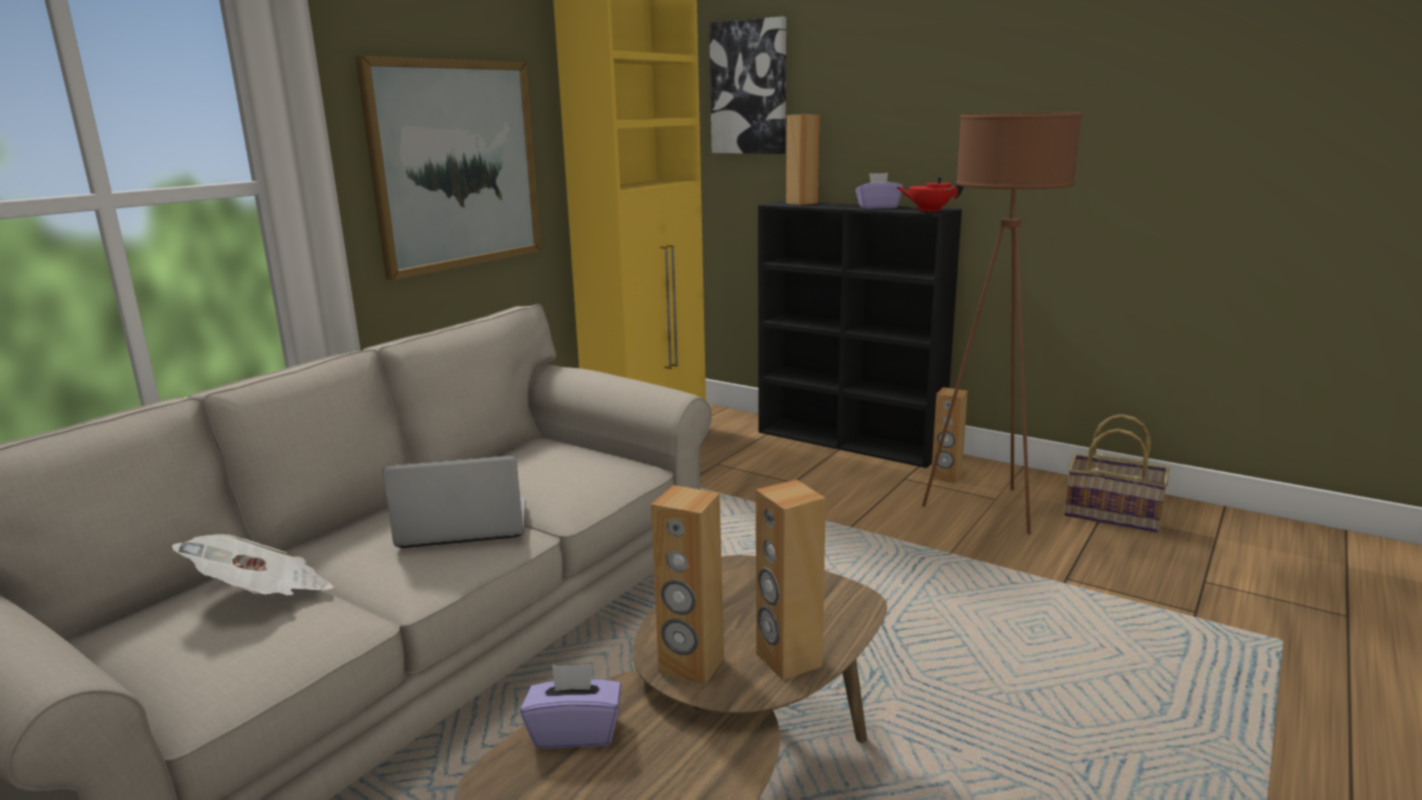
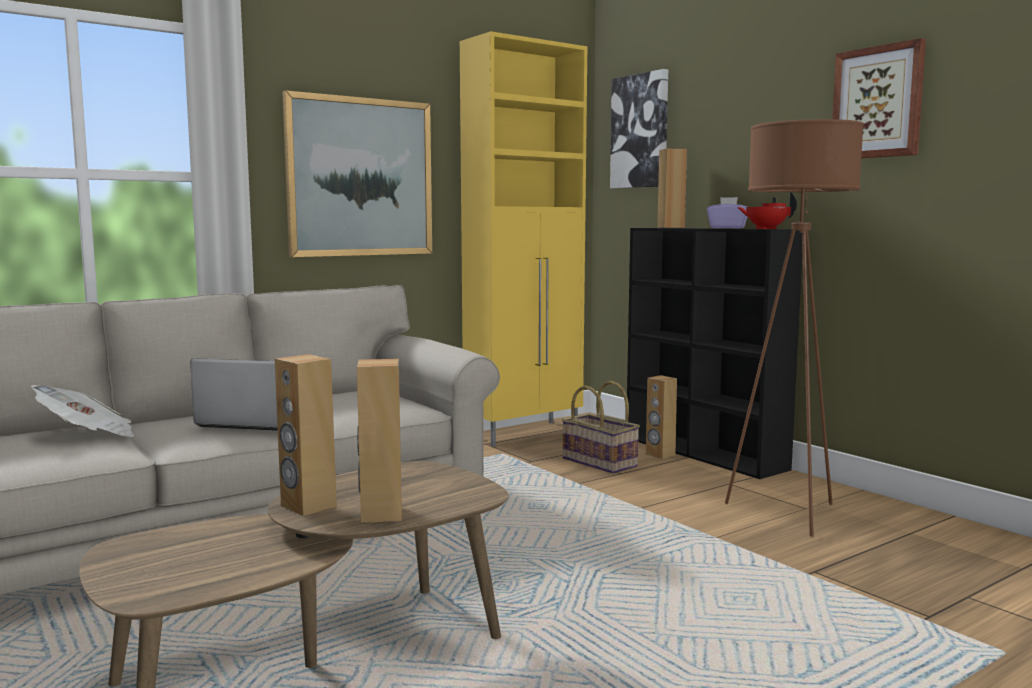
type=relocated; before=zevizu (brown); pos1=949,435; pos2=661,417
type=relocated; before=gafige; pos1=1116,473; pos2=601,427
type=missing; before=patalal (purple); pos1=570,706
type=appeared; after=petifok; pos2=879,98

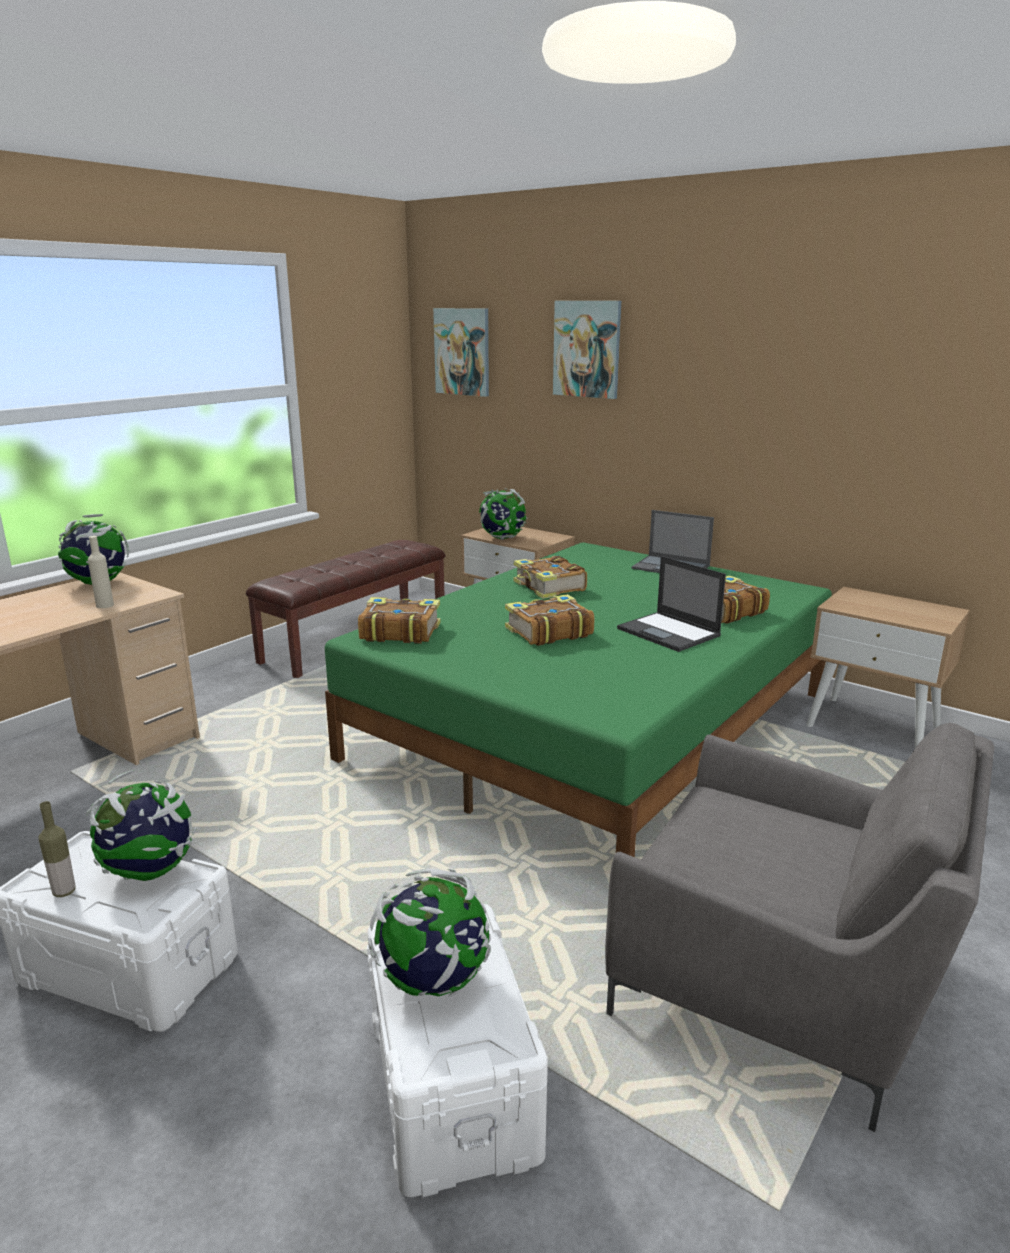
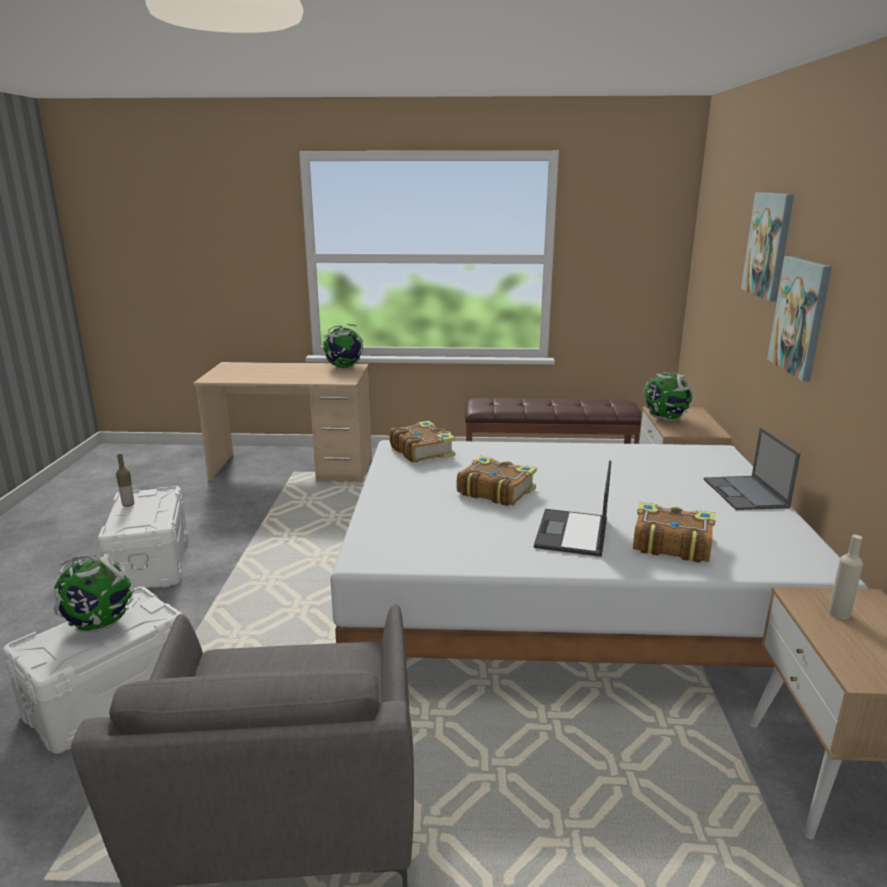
type=relocated; before=petifok; pos1=461,352; pos2=799,318
type=relocated; before=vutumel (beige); pos1=101,572; pos2=845,577
type=colour; before=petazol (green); after=petazol (white); pos1=578,699; pos2=599,553
type=missing; before=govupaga; pos1=550,577
type=missing; before=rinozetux; pos1=141,825

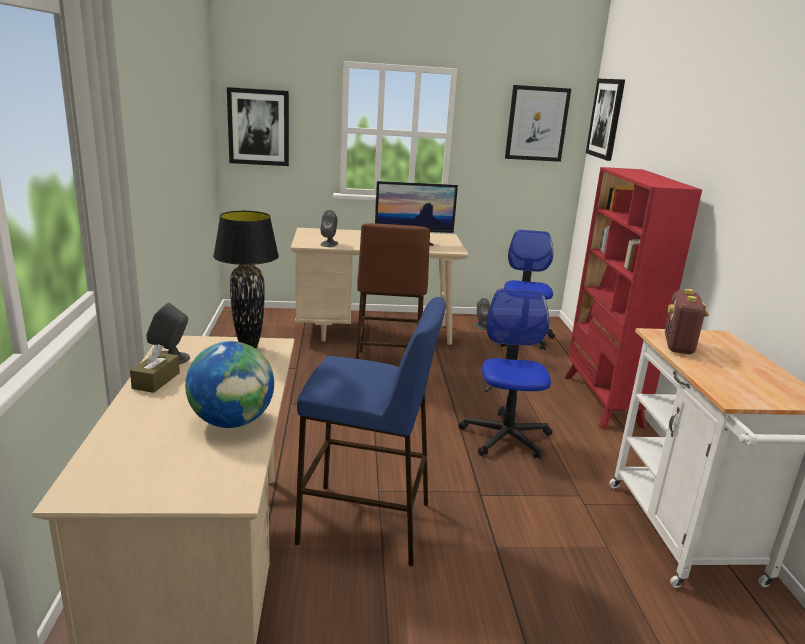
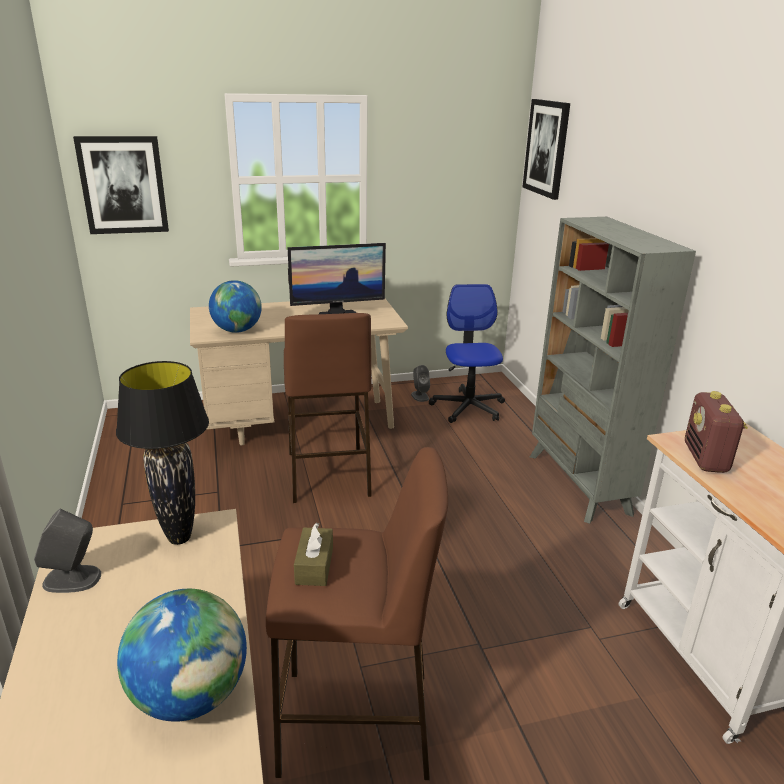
type=missing; before=petifok; pos1=538,123
type=colour; before=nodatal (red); after=nodatal (grey); pos1=633,298; pos2=613,370
type=exchanged; before=zevizu (grey); after=rinozetux; pos1=329,228; pos2=235,306
type=missing; before=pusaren; pos1=505,373
type=colour; before=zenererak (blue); after=zenererak (brown); pos1=370,431; pos2=357,613
type=relocated; before=patalal (brown); pos1=155,368; pos2=313,554

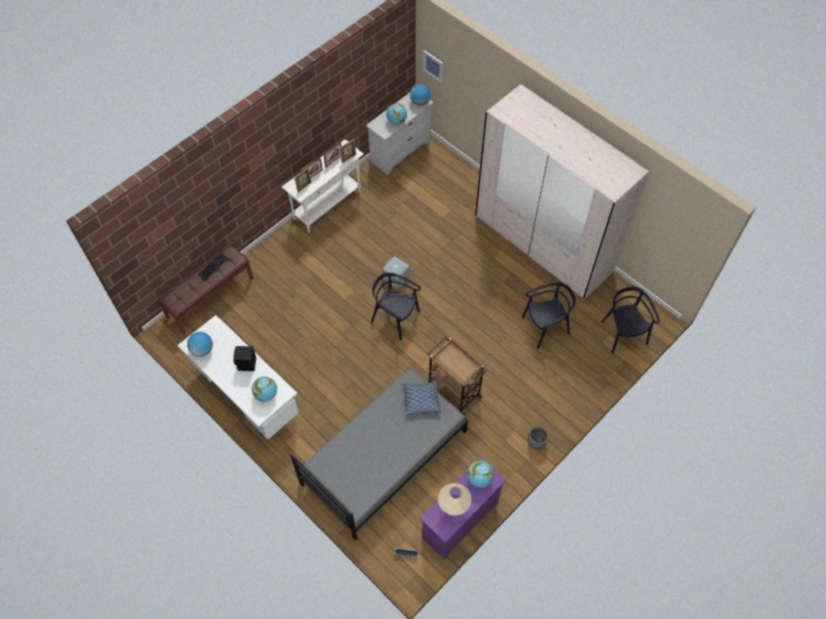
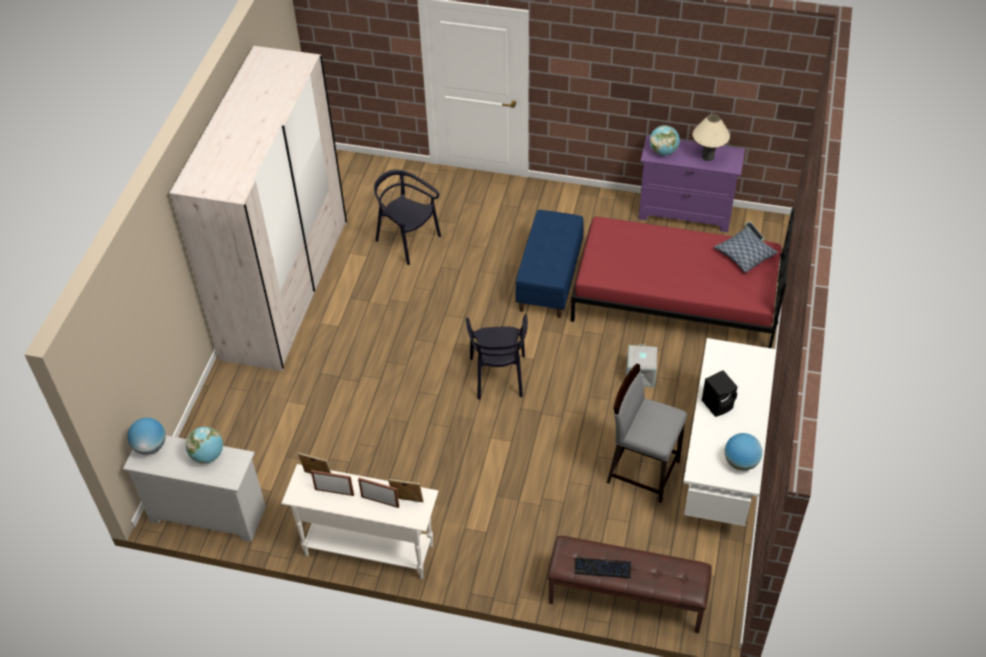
type=missing; before=petifok; pos1=433,66
type=relocated; before=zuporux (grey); pos1=396,272; pos2=641,365
type=missing; before=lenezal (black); pos1=630,320
type=exchanged; before=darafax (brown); after=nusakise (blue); pos1=457,376; pos2=549,264
type=colour; before=petazol (grey); after=petazol (red); pos1=379,454; pos2=683,278
type=missing; before=rinozetux; pos1=264,389
type=relocated; before=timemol; pos1=422,397; pos2=746,250
type=missing; before=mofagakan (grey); pos1=538,438
type=appeared; after=zenererak (grey); pos2=647,433

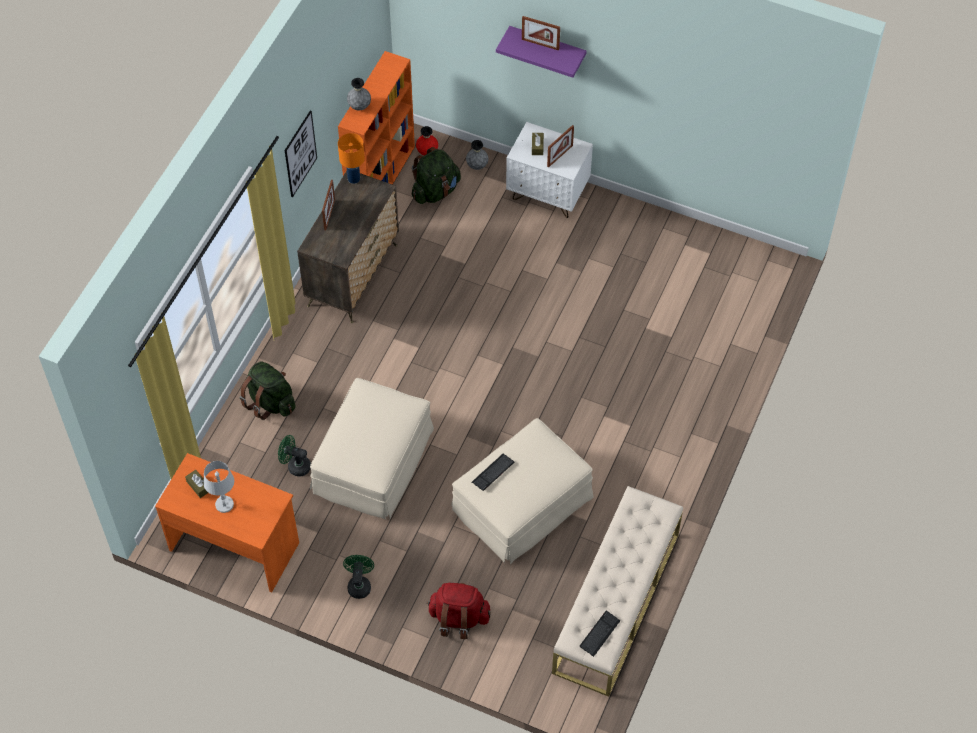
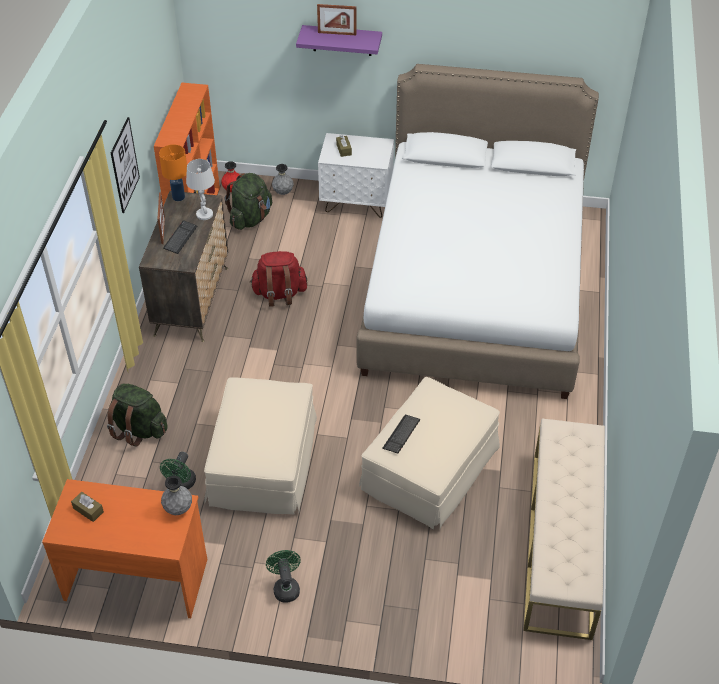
type=relocated; before=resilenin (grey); pos1=359,94; pos2=176,495
type=missing; before=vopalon; pos1=560,146
type=spun; before=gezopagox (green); pos1=294,455; pos2=178,470; turn=-75
type=relocated; before=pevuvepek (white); pos1=219,487; pos2=200,189
type=relocated; before=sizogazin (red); pos1=459,610; pos2=278,279
type=relocated; before=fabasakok; pos1=600,634; pos2=180,237
type=appeared; after=petazol (white); pos2=477,231

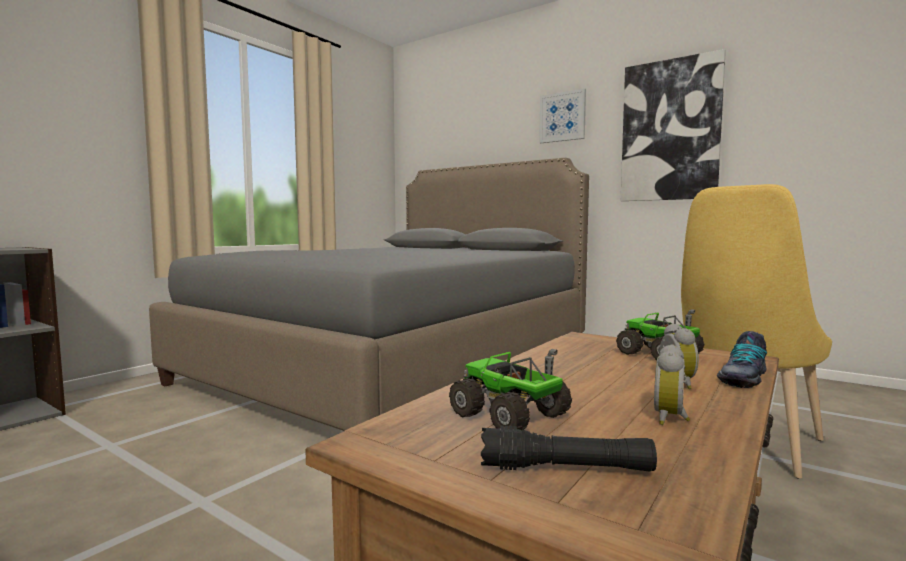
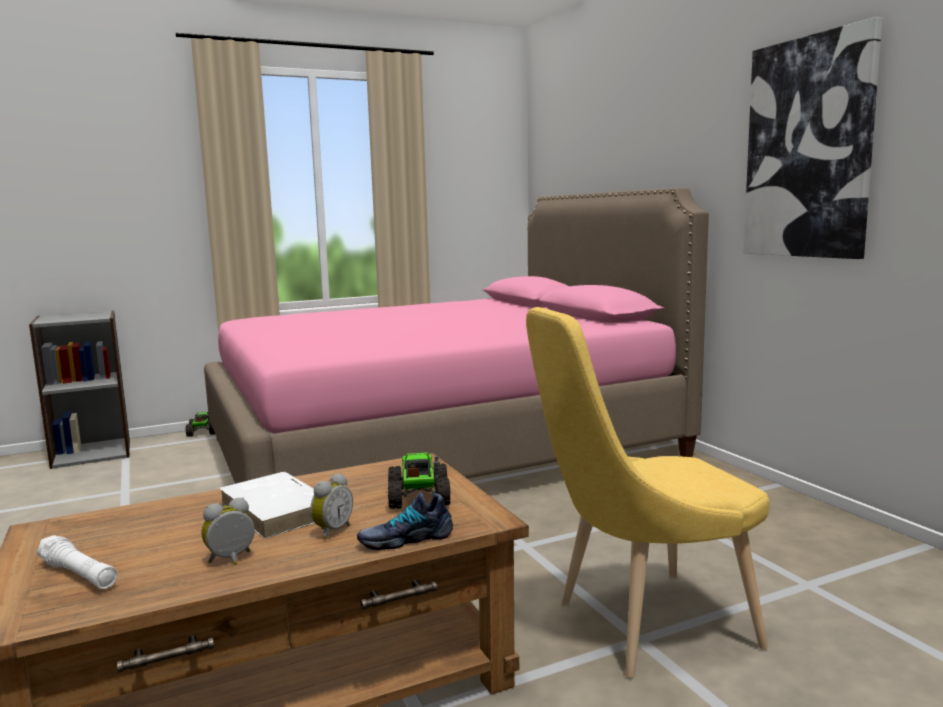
type=missing; before=petifok; pos1=562,115
type=colour; before=petazol (grey); after=petazol (pink); pos1=369,294; pos2=456,336
type=relocated; before=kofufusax; pos1=510,389; pos2=200,424
type=colour; before=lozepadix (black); after=lozepadix (white); pos1=569,449; pos2=77,562
type=appeared; after=govupaga (white); pos2=267,505

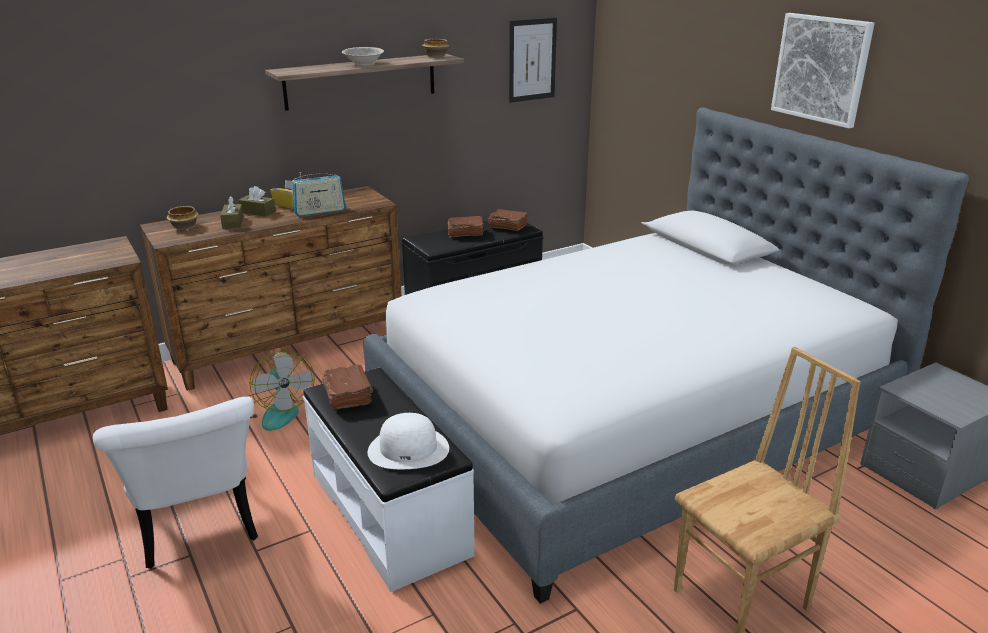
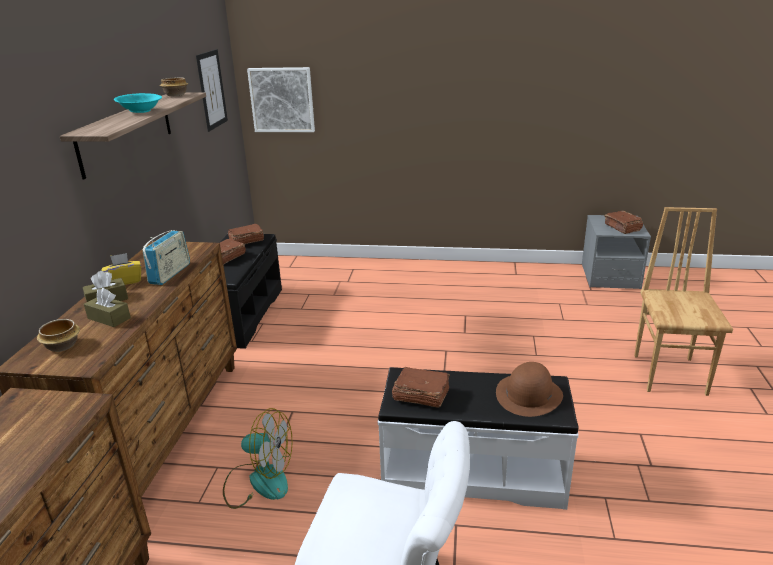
type=relocated; before=petifok; pos1=823,70; pos2=281,99
type=colour; before=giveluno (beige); after=giveluno (turquoise); pos1=363,56; pos2=138,103
type=missing; before=petazol; pos1=666,355
type=colour; before=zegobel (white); after=zegobel (brown); pos1=408,441; pos2=529,389
type=appeared; after=govupaga (brown); pos2=623,222

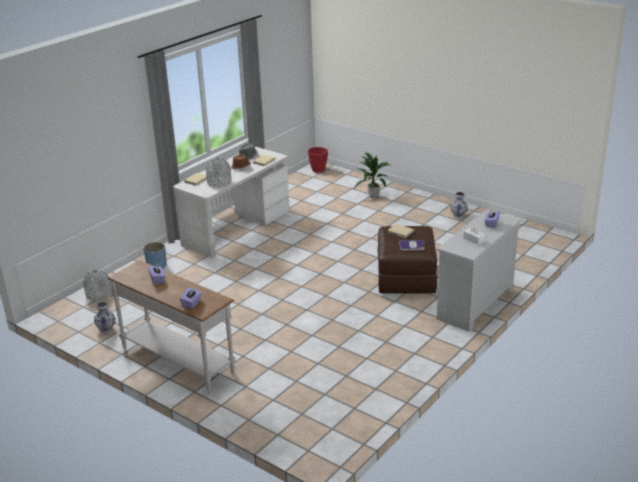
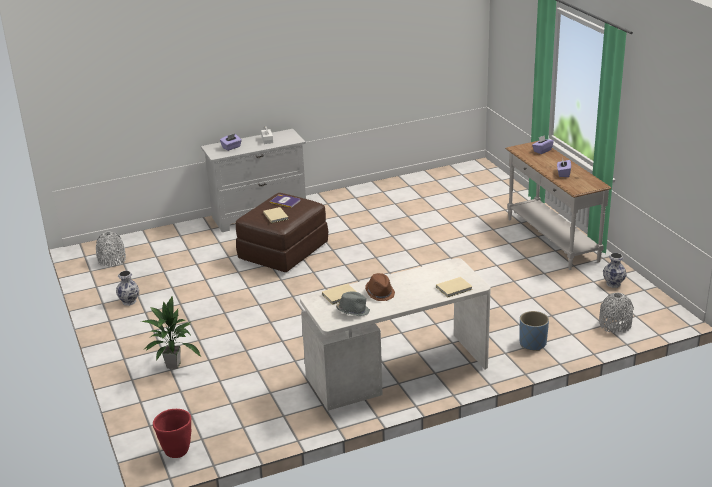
type=relocated; before=resilenin (grey); pos1=218,172; pos2=111,249

